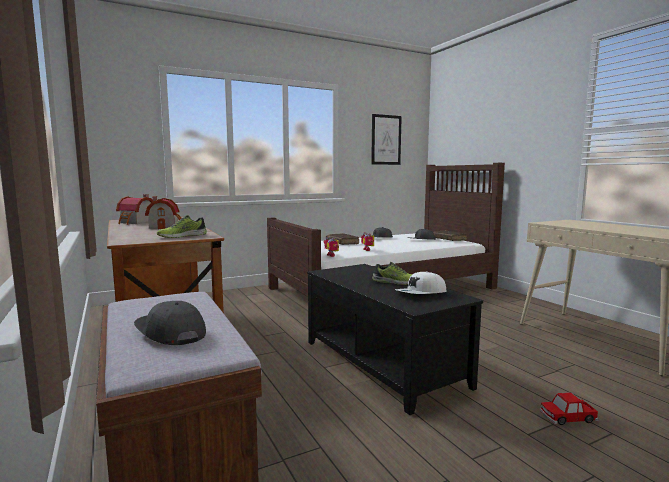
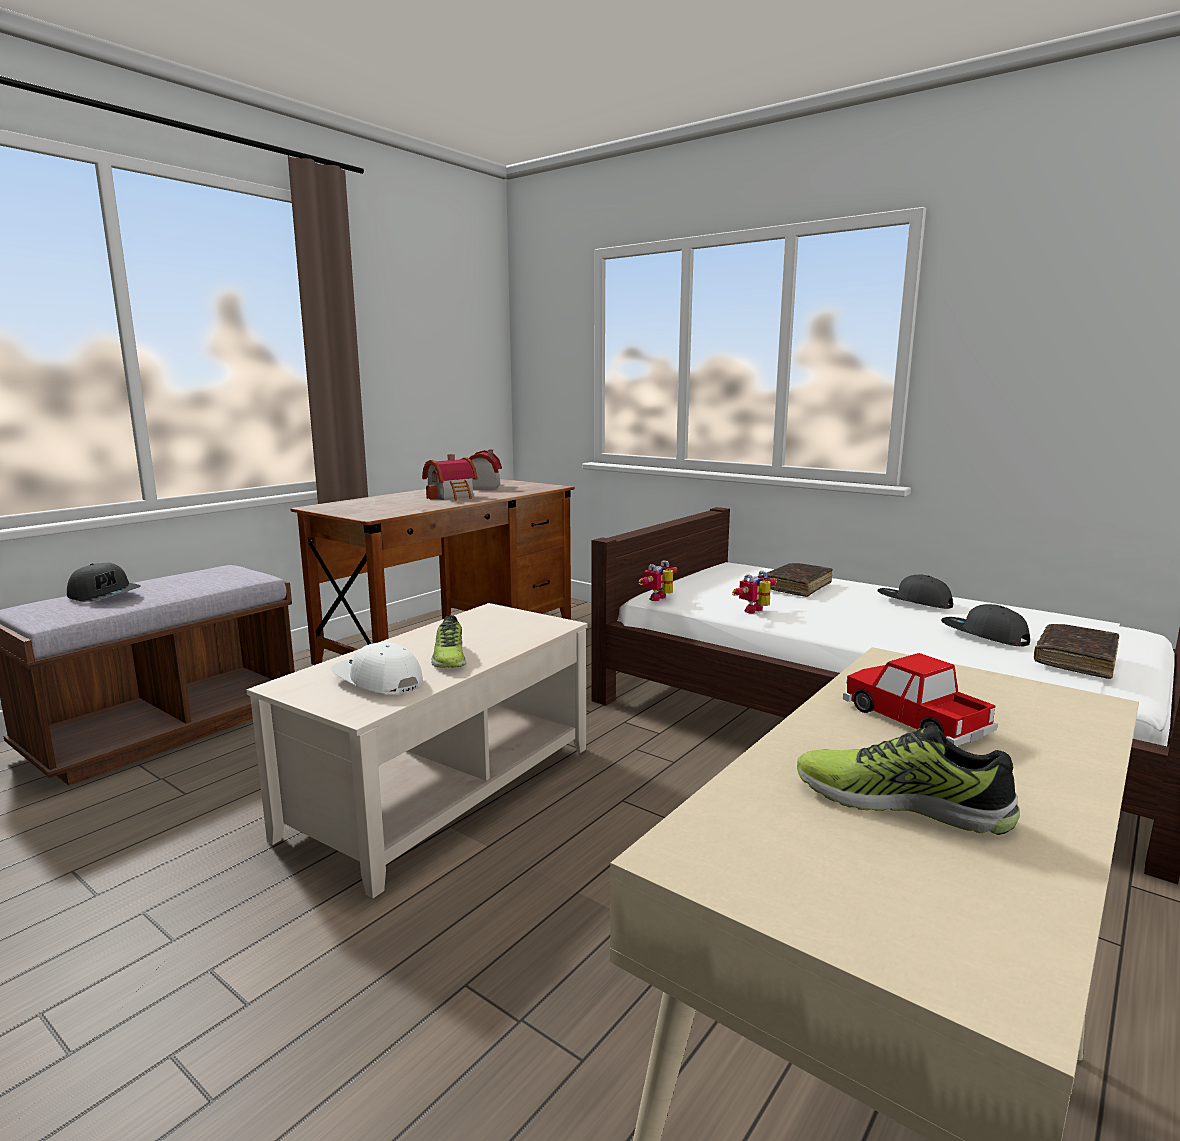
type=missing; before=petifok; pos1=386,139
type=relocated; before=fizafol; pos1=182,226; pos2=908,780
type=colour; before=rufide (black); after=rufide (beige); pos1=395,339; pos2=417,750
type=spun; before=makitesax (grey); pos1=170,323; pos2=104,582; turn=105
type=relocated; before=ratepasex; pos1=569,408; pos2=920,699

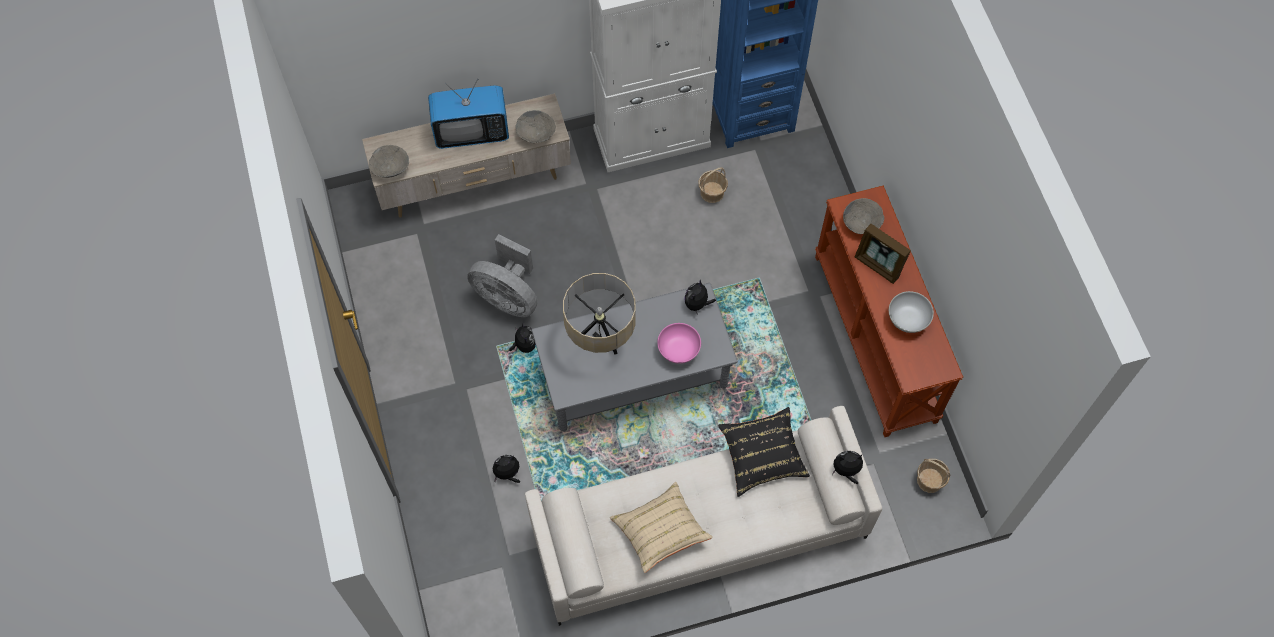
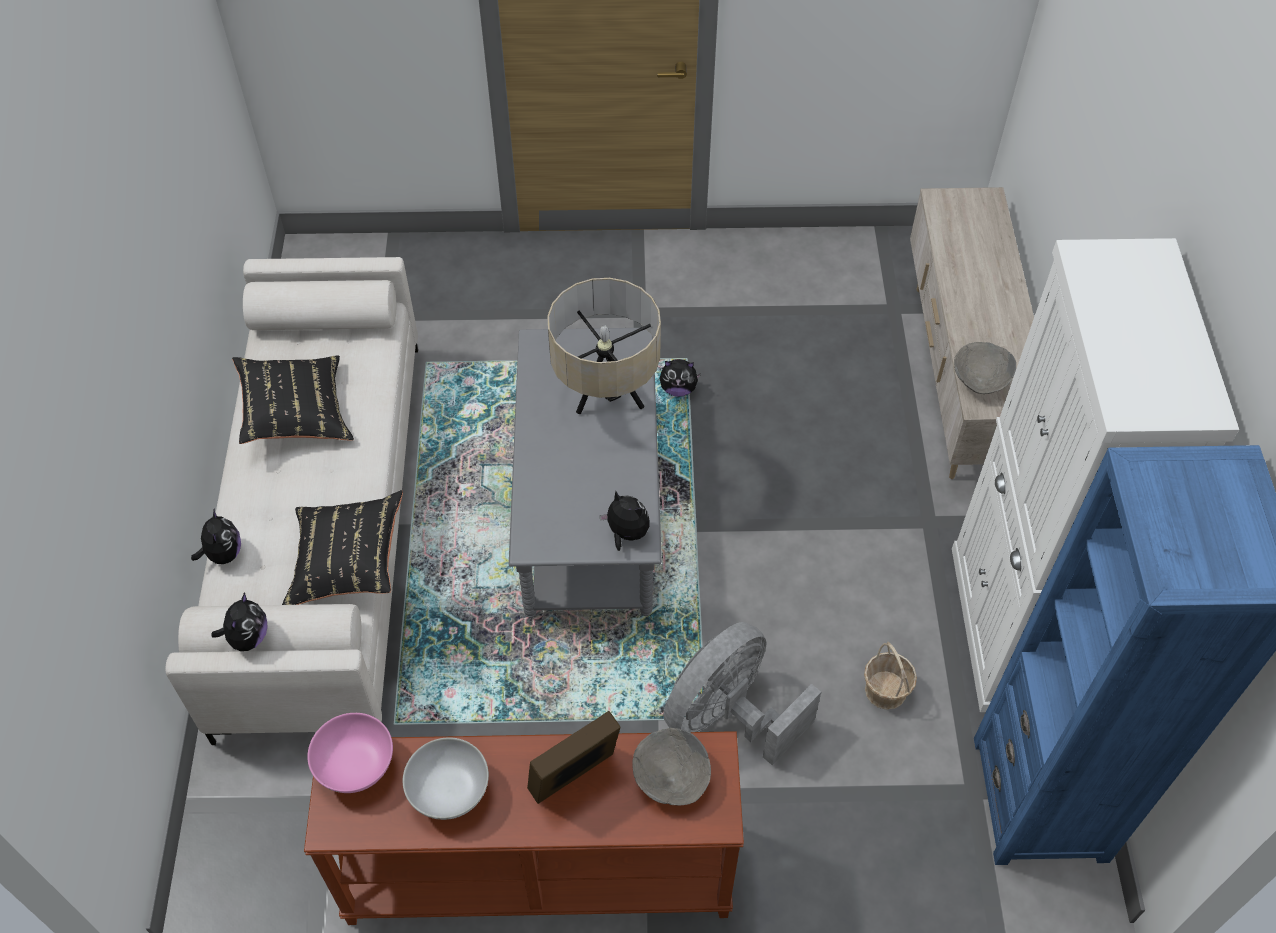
type=missing; before=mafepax; pos1=468,114
type=missing; before=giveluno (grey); pos1=389,161
type=relocated; before=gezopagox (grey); pos1=502,275; pos2=742,693
type=relocated; before=giveluno (pink); pos1=679,343; pos2=350,753
type=relocated; before=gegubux; pos1=506,469; pos2=216,536
type=missing; before=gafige; pos1=933,476
type=colour; before=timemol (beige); after=timemol (black); pos1=661,527; pos2=293,400

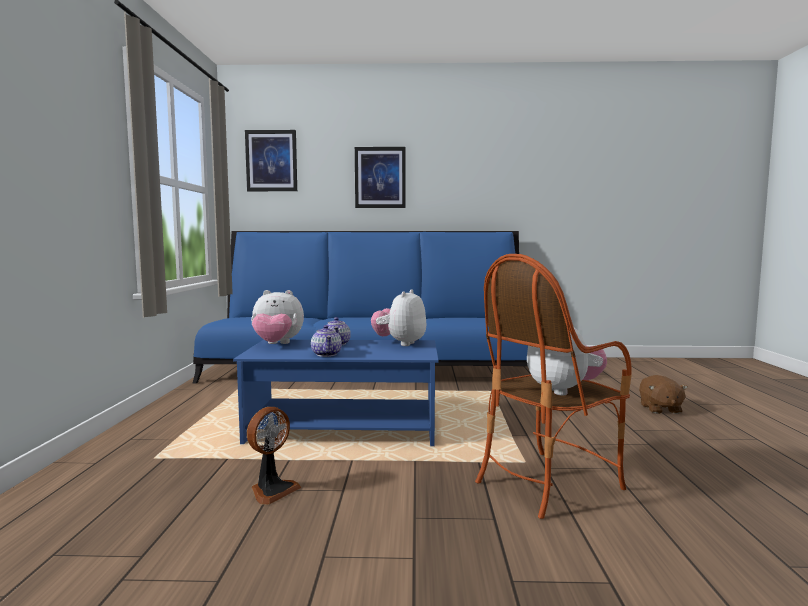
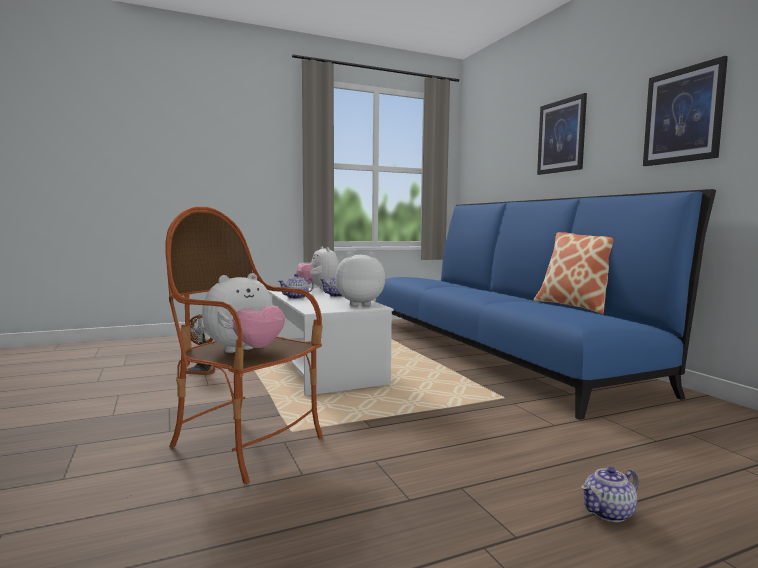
type=relocated; before=petifok; pos1=271,160; pos2=685,111
type=colour; before=rufide (blue); after=rufide (white); pos1=335,393; pos2=331,342
type=exchanged; before=gegubux (brown); after=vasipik; pos1=663,394; pos2=610,494
type=appeared; after=timemol; pos2=573,273

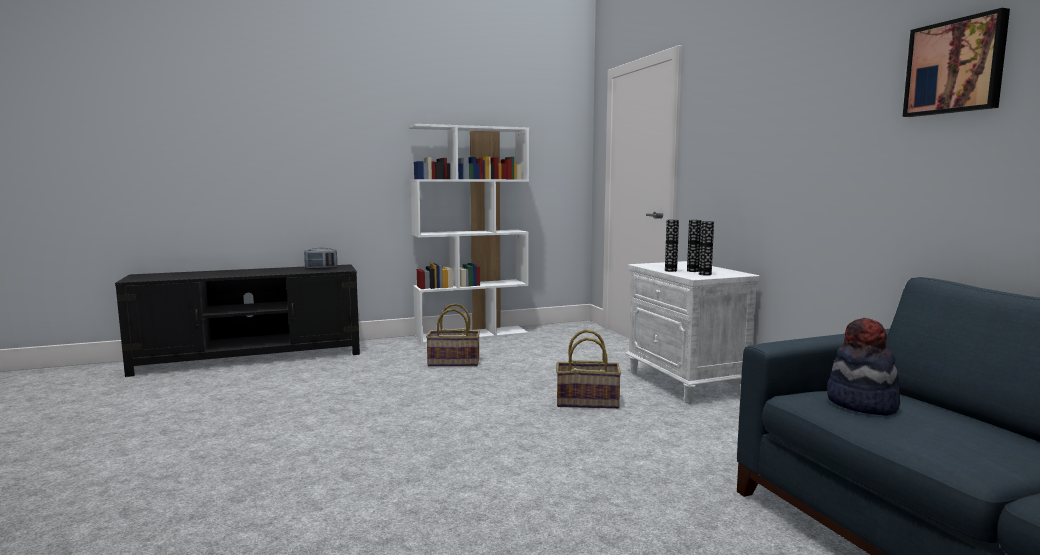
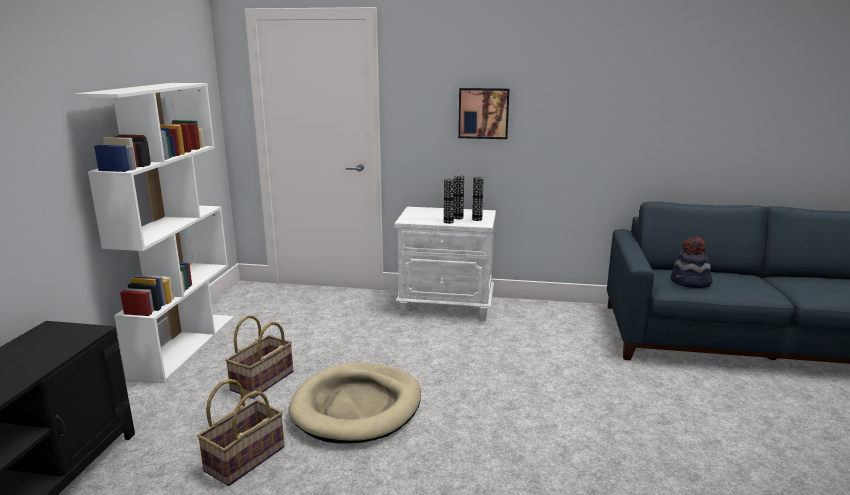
type=relocated; before=petifok; pos1=956,62; pos2=484,113
type=missing; before=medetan; pos1=320,258
type=relocated; before=gafige; pos1=588,369; pos2=241,432
type=appeared; after=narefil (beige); pos2=355,403

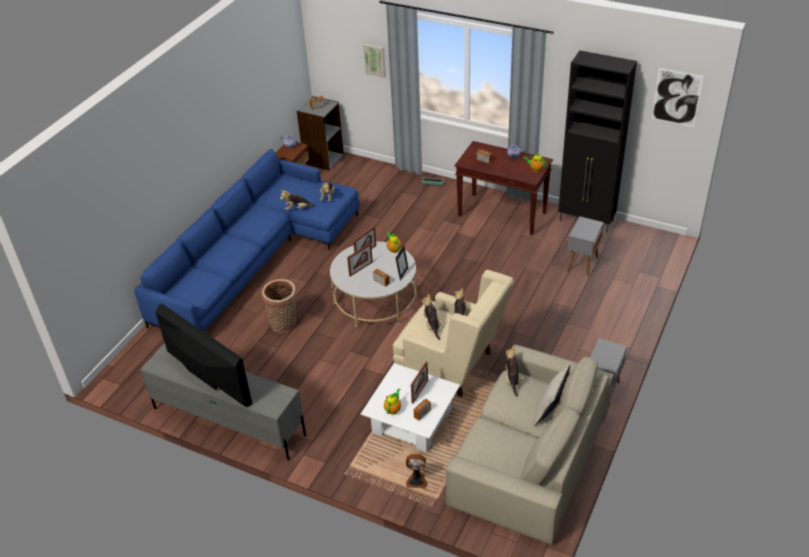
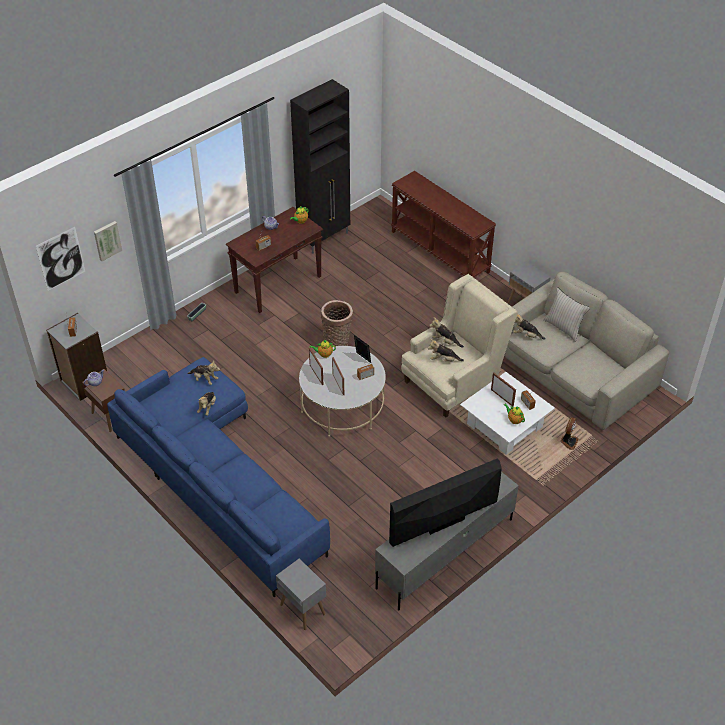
type=relocated; before=petifok; pos1=677,97; pos2=60,259
type=relocated; before=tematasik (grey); pos1=585,246; pos2=301,594
type=relocated; before=gafige; pos1=279,306; pos2=337,323
type=appeared; after=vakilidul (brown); pos2=443,224

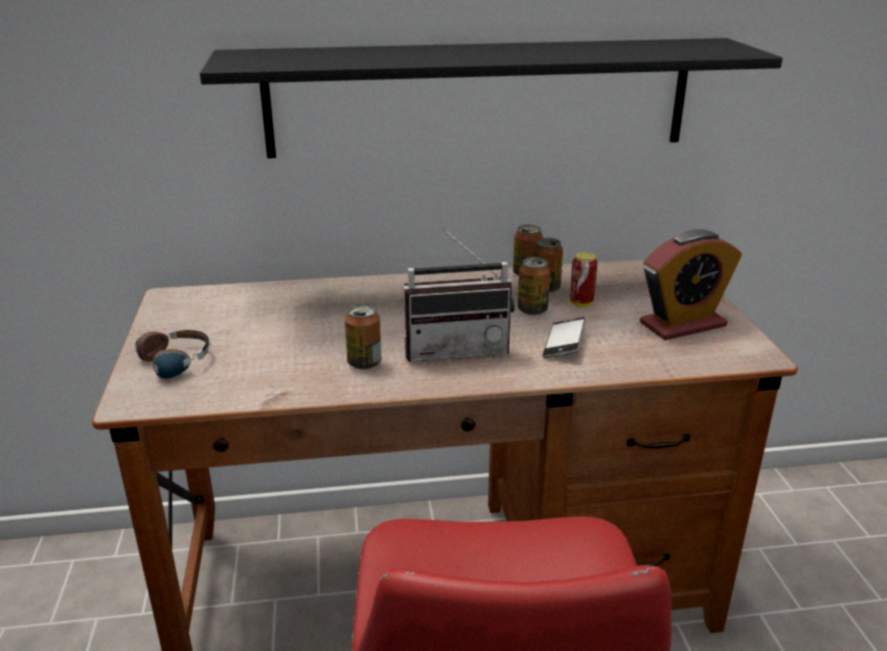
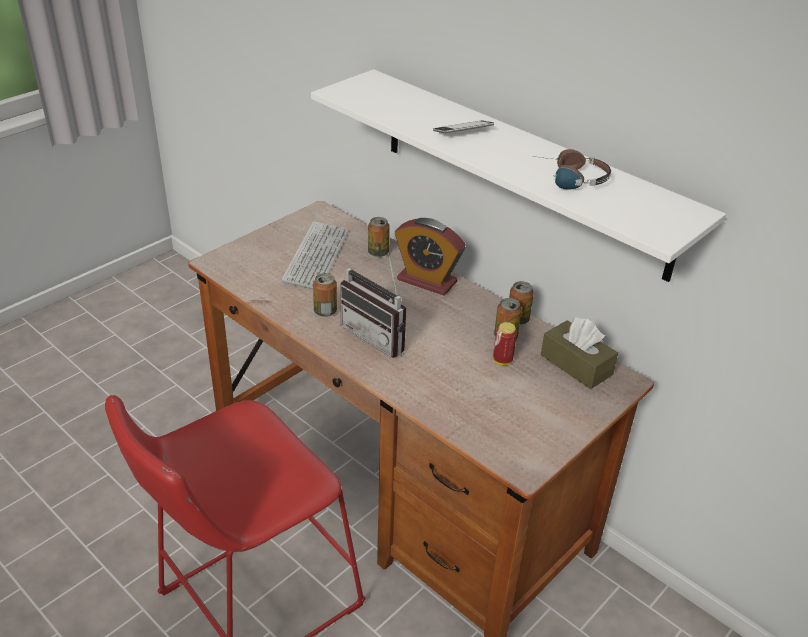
type=colour; before=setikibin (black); after=setikibin (white); pos1=491,98; pos2=518,175
type=relocated; before=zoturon; pos1=691,284; pos2=430,256
type=relocated; before=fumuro; pos1=534,286; pos2=379,237
type=relocated; before=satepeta; pos1=564,337; pos2=463,127
type=relocated; before=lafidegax; pos1=158,354; pos2=570,169
type=appeared; after=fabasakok; pos2=315,255
type=appeared; after=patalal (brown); pos2=579,353

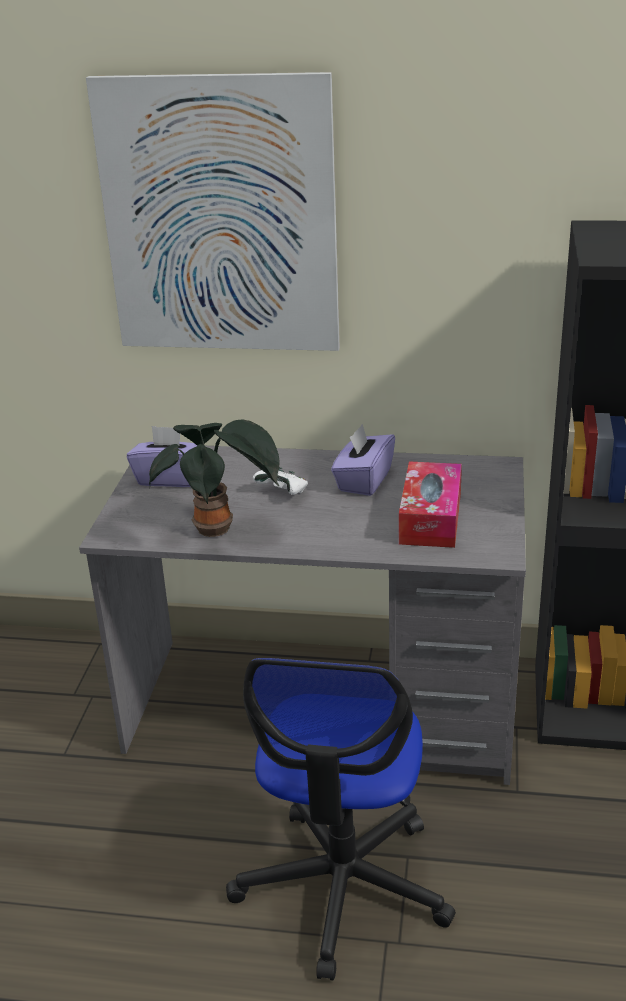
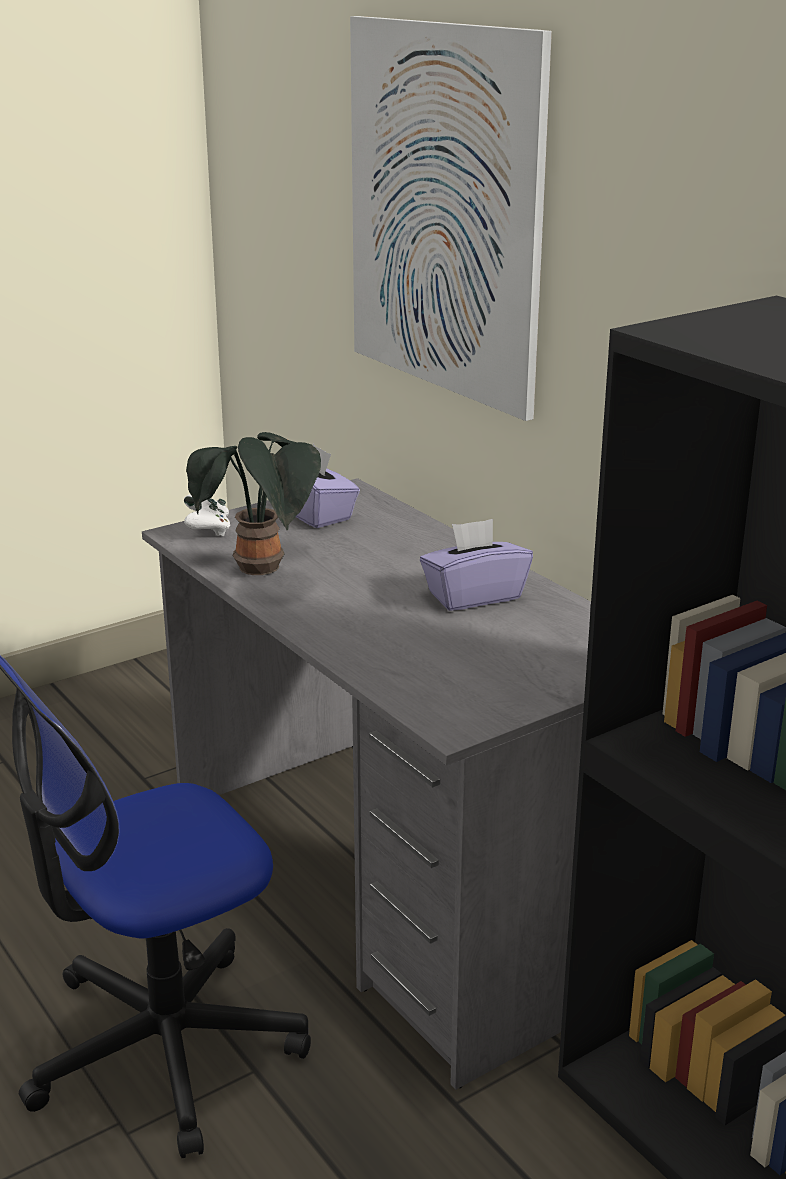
type=missing; before=patalal; pos1=430,504
type=relocated; before=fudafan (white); pos1=280,481; pos2=207,515

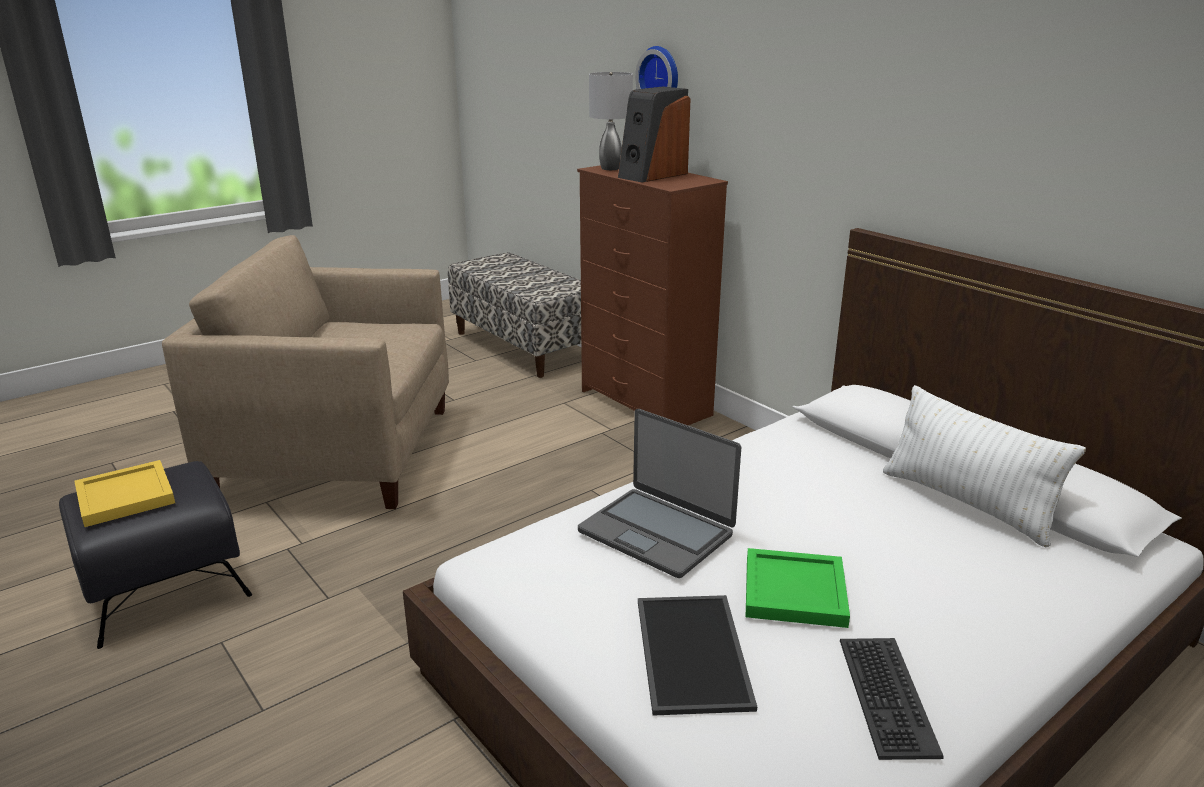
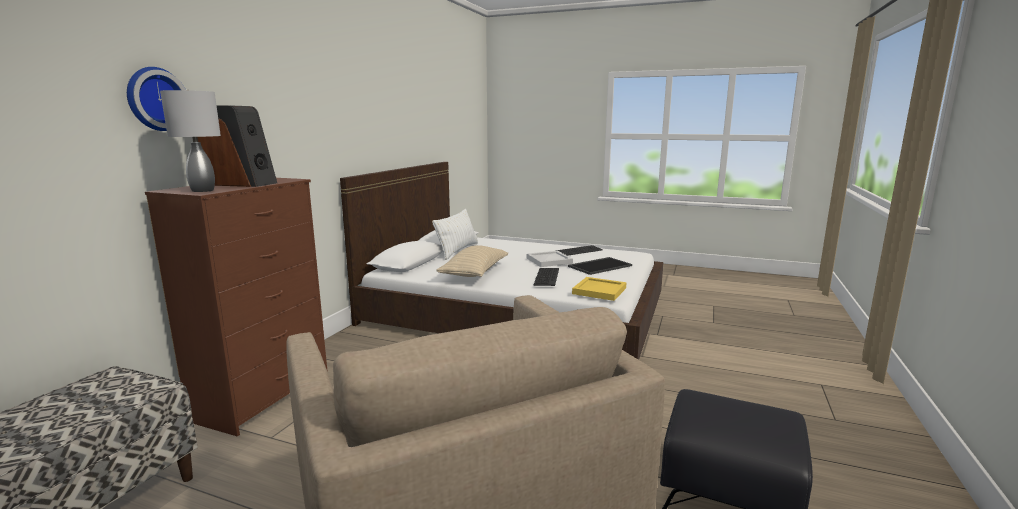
type=exchanged; before=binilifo; after=fabasakok; pos1=659,493; pos2=546,277
type=relocated; before=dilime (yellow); pos1=124,493; pos2=599,289
type=colour; before=dilime (green); after=dilime (white); pos1=798,588; pos2=550,259
type=appeared; after=timemol (beige); pos2=472,261

